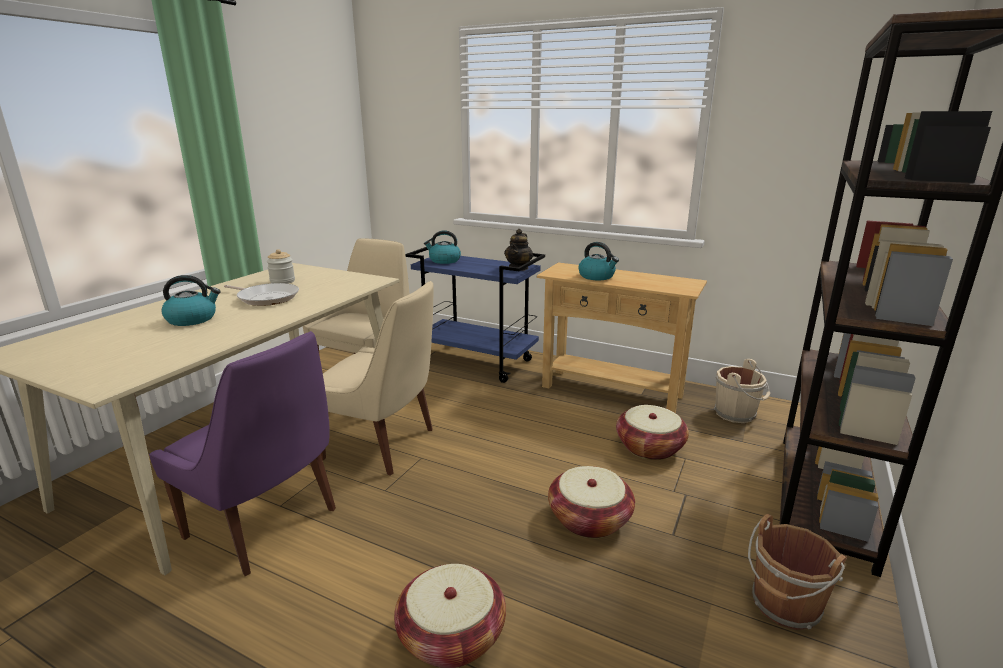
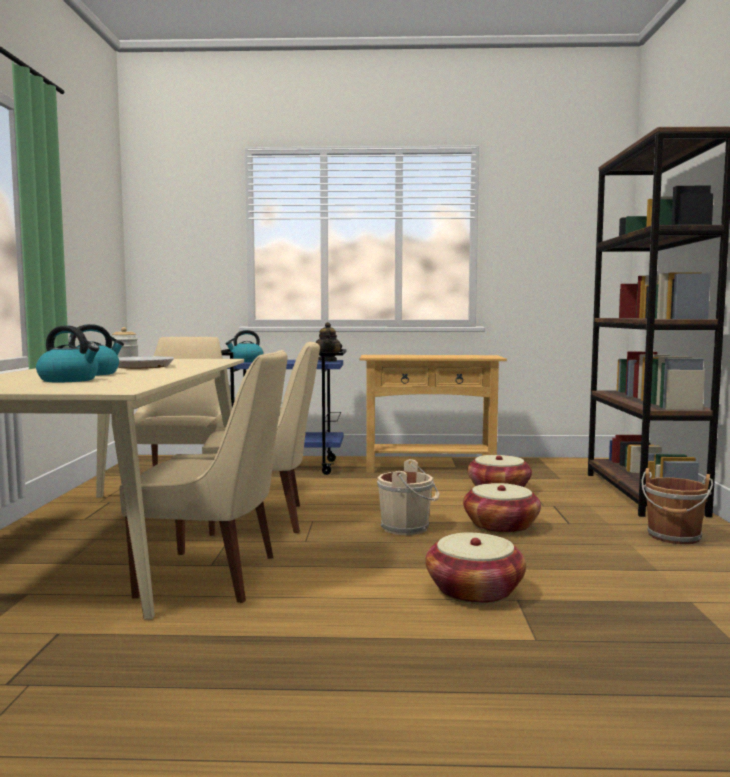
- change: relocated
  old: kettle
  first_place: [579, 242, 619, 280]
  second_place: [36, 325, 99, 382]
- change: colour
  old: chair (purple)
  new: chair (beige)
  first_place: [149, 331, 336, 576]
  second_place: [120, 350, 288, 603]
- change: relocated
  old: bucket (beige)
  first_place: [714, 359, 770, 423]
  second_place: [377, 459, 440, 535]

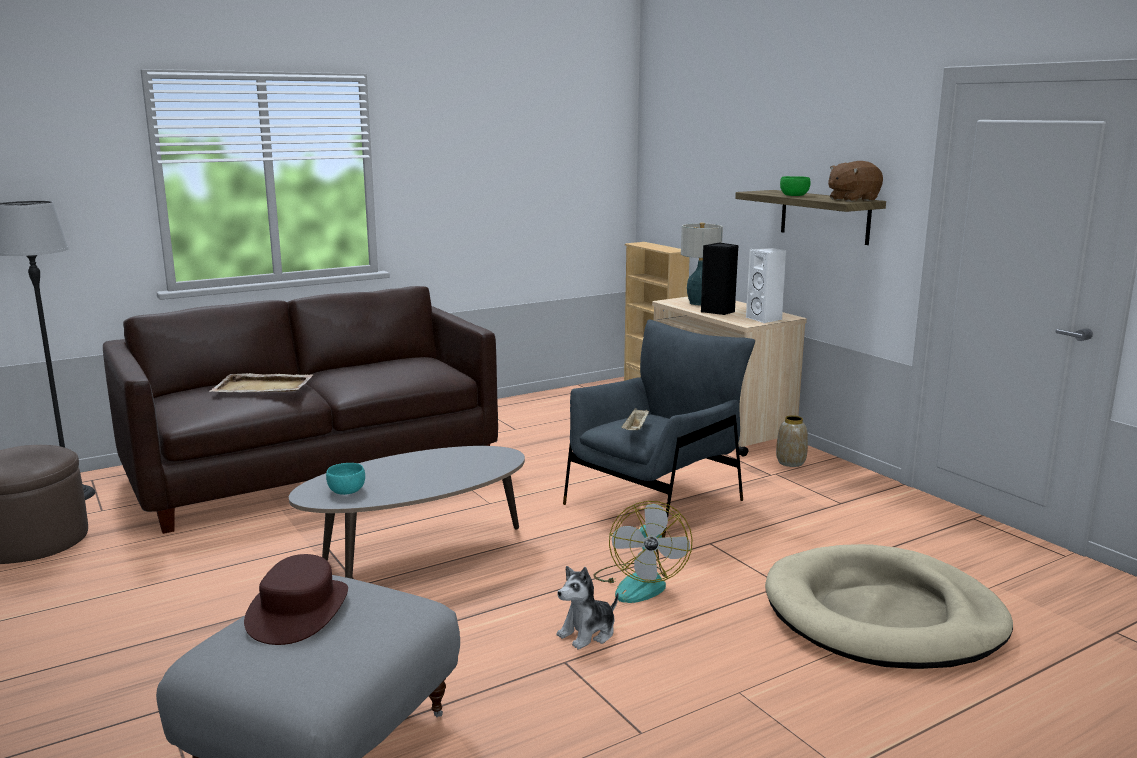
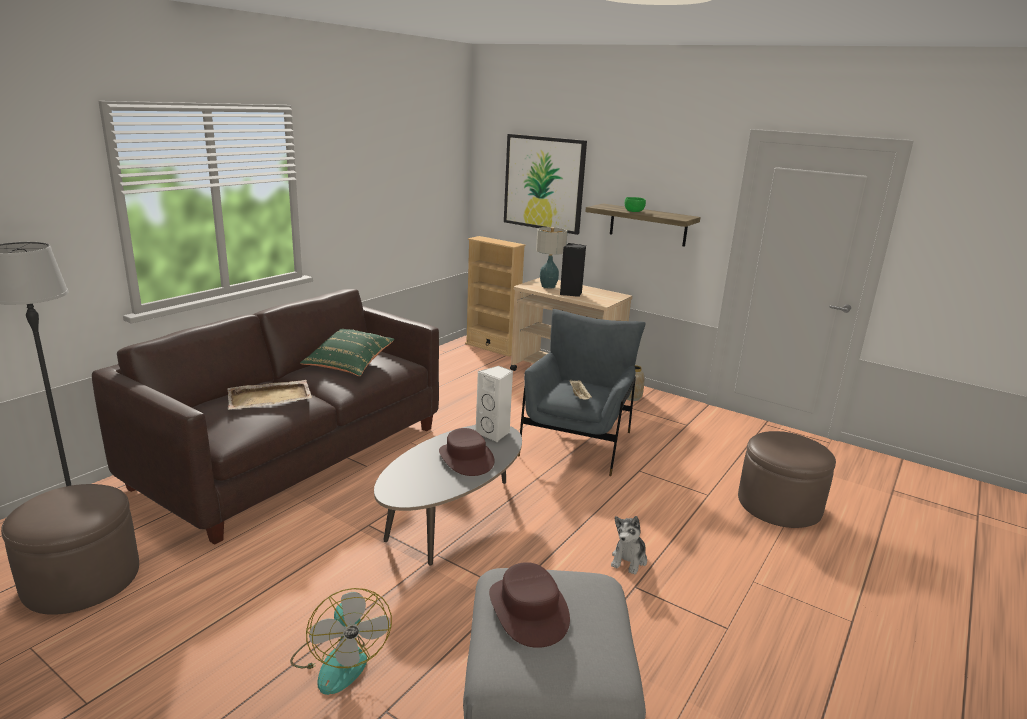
- change: relocated
  old: fan
  first_place: [594, 501, 693, 603]
  second_place: [290, 588, 392, 695]
- change: appeared
  new: pillow (green)
  second_place: [300, 329, 394, 376]
- change: appeared
  new: hat (brown)
  second_place: [439, 428, 495, 476]
- change: relocated
  old: speaker (white)
  first_place: [746, 248, 787, 323]
  second_place: [476, 366, 513, 442]
- change: appeared
  new: picture
  second_place: [504, 134, 587, 235]
- change: exchanged
  old: dog bed (beige)
  new: ottoman (brown)
  first_place: [765, 544, 1013, 669]
  second_place: [738, 431, 836, 528]
- change: missing
  old: bowl (turquoise)
  first_place: [326, 463, 365, 495]
- change: missing
  old: plush toy (brown)
  first_place: [828, 161, 883, 202]

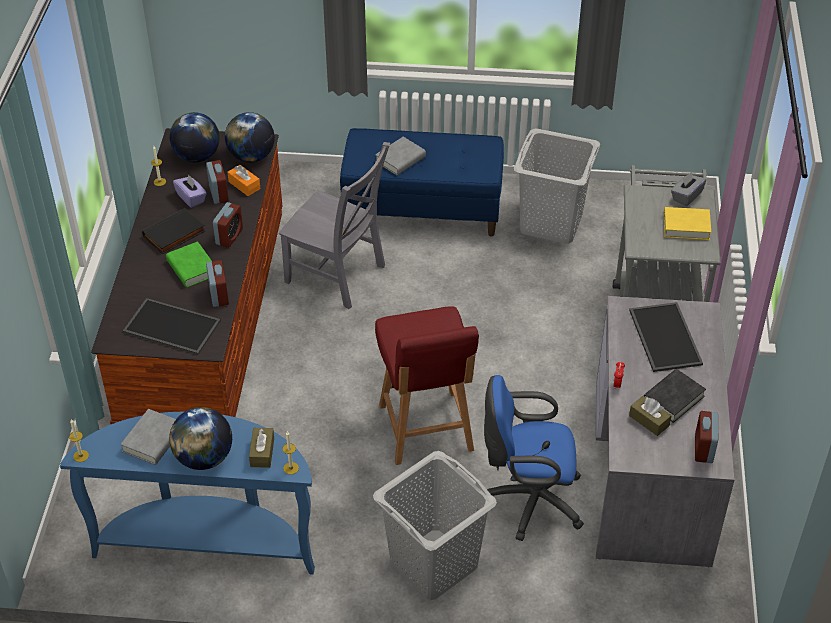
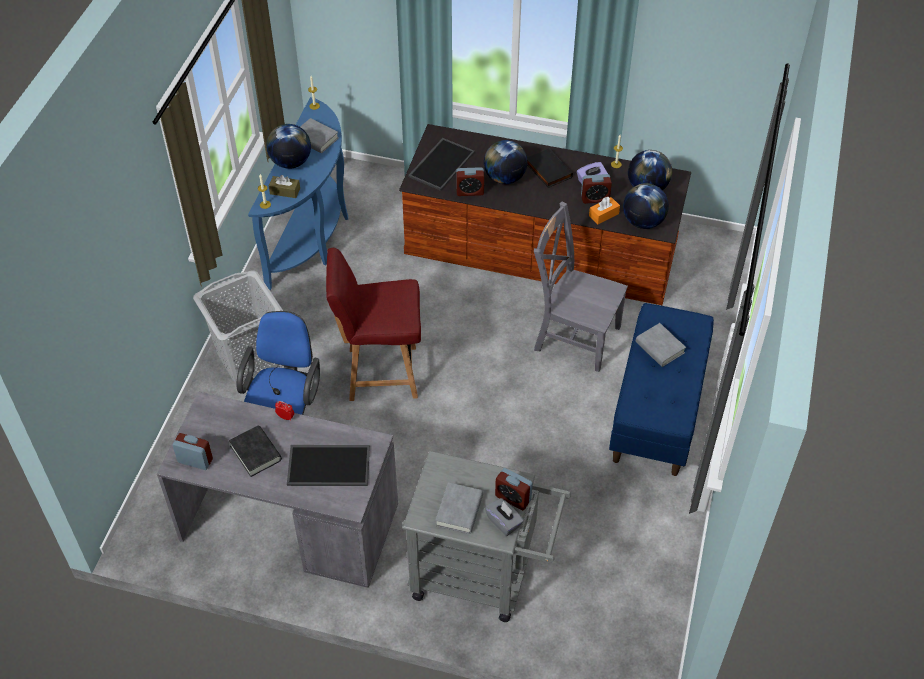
- change: colour
  old: book (yellow)
  new: book (grey)
  first_place: [664, 207, 711, 240]
  second_place: [435, 482, 483, 534]
- change: exchanged
  old: book (green)
  new: globe
  first_place: [166, 241, 212, 287]
  second_place: [484, 140, 527, 184]
- change: relocated
  old: alarm clock
  first_place: [213, 202, 243, 248]
  second_place: [495, 468, 533, 510]
- change: spun
  old: chair (grey)
  first_place: [279, 142, 390, 309]
  second_place: [534, 201, 628, 372]
  degrees: 75
- change: missing
  old: laundry basket (grey)
  first_place: [514, 128, 600, 244]
- change: missing
  old: tissue box (brown)
  first_place: [629, 396, 672, 436]

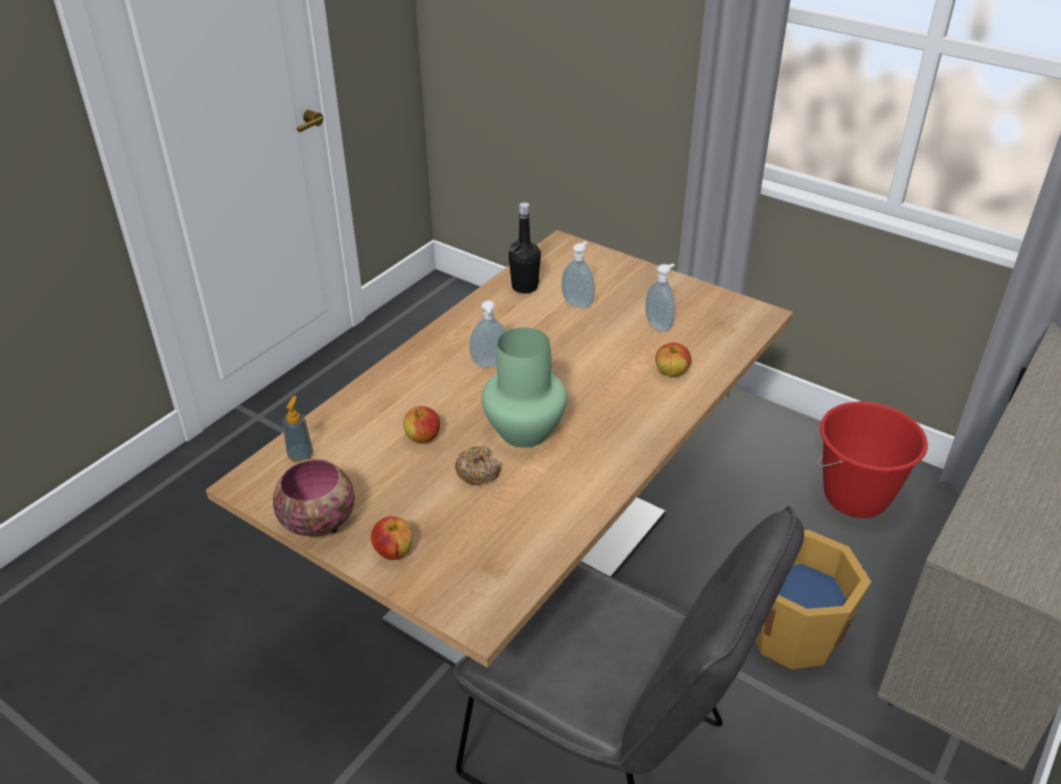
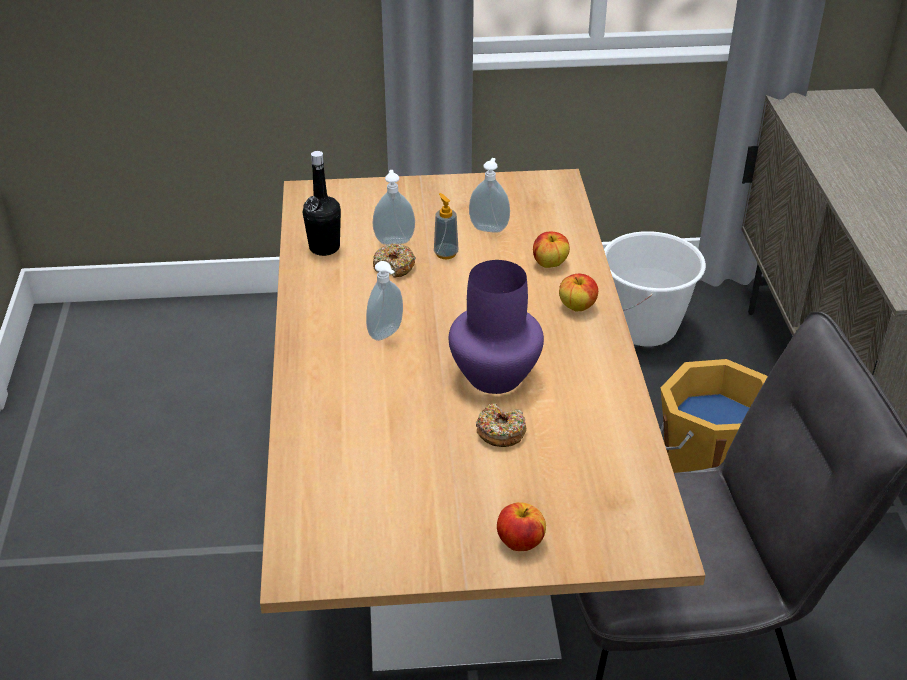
- change: appeared
  new: donut
  second_place: [373, 243, 416, 278]
- change: relocated
  old: soap dispenser
  first_place: [282, 396, 313, 463]
  second_place: [434, 193, 458, 259]
- change: colour
  old: vase (green)
  new: vase (purple)
  first_place: [482, 327, 567, 448]
  second_place: [449, 260, 544, 394]
- change: relocated
  old: apple
  first_place: [403, 406, 440, 443]
  second_place: [559, 274, 598, 312]
- change: colour
  old: bucket (red)
  new: bucket (white)
  first_place: [817, 402, 928, 518]
  second_place: [604, 231, 706, 347]
- change: missing
  old: bowl
  first_place: [273, 459, 355, 537]

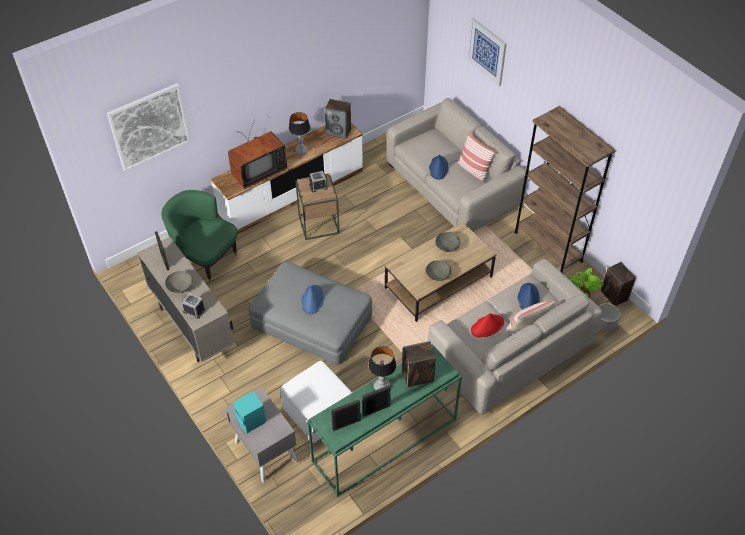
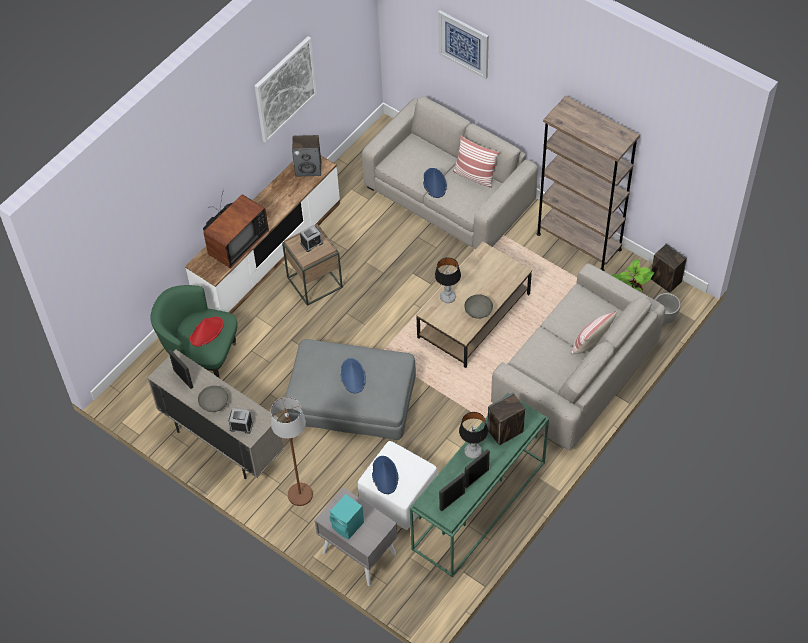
- change: relocated
  old: hat (red)
  first_place: [471, 313, 504, 338]
  second_place: [190, 317, 224, 347]
- change: relocated
  old: picture
  first_place: [107, 83, 191, 171]
  second_place: [255, 36, 317, 143]
- change: appeared
  new: floor lamp (brown)
  second_place: [271, 397, 313, 506]
- change: relocated
  old: hat (blue)
  first_place: [518, 283, 540, 310]
  second_place: [372, 456, 398, 494]
- change: relocated
  old: table lamp
  first_place: [289, 112, 310, 155]
  second_place: [435, 257, 461, 303]
- change: missing
  old: bowl (grey)
  first_place: [436, 232, 460, 252]

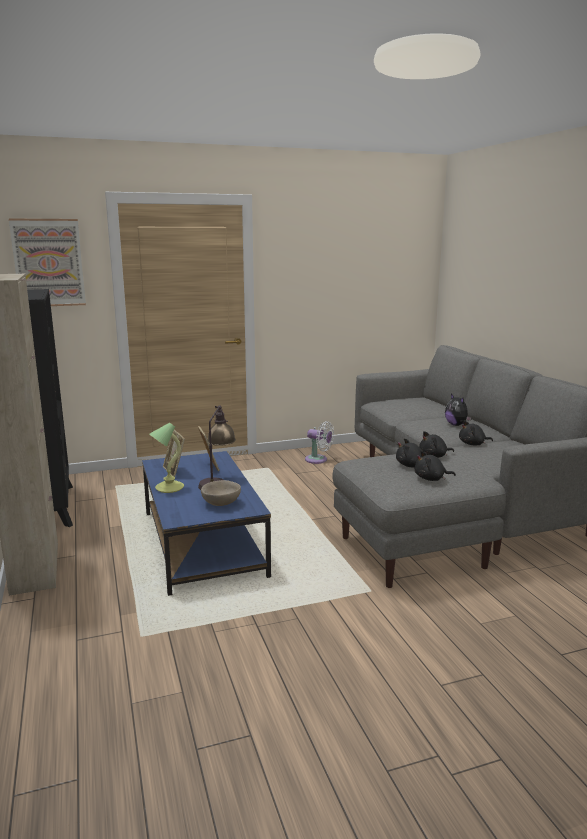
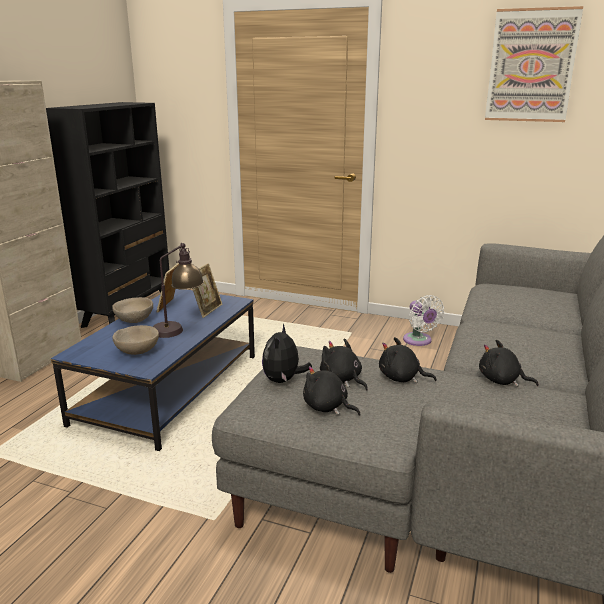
- change: exchanged
  old: table lamp
  new: bowl (beige)
  first_place: [149, 423, 184, 493]
  second_place: [112, 297, 153, 323]
- change: relocated
  old: plush toy
  first_place: [445, 394, 472, 426]
  second_place: [262, 324, 312, 383]
- change: relocated
  old: picture
  first_place: [9, 219, 86, 306]
  second_place: [485, 6, 583, 122]

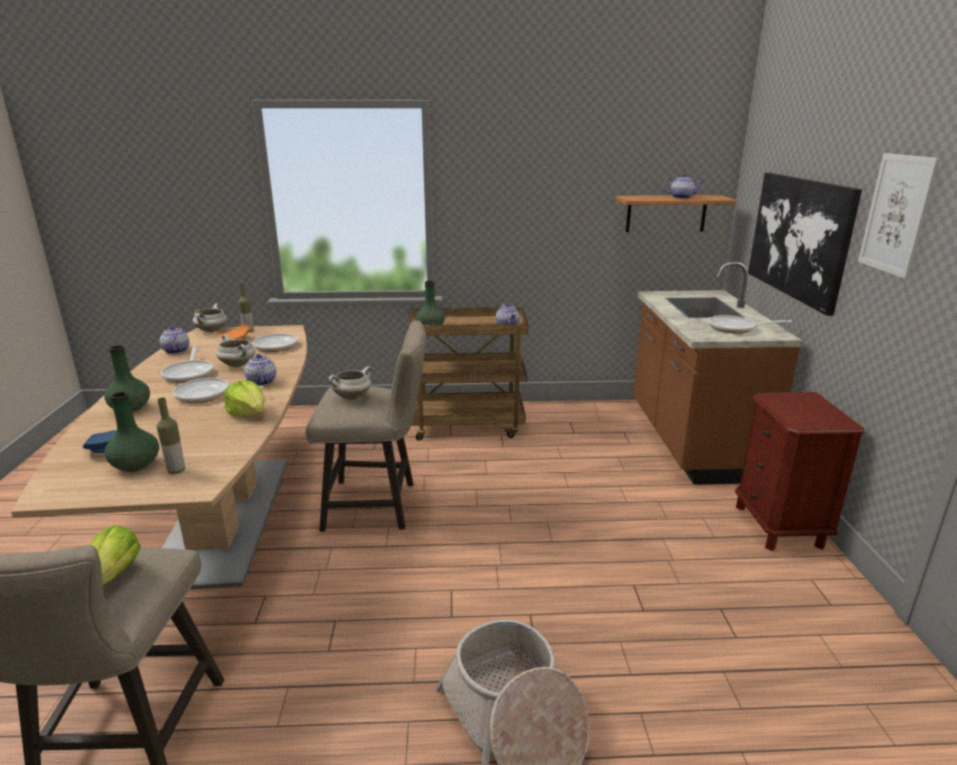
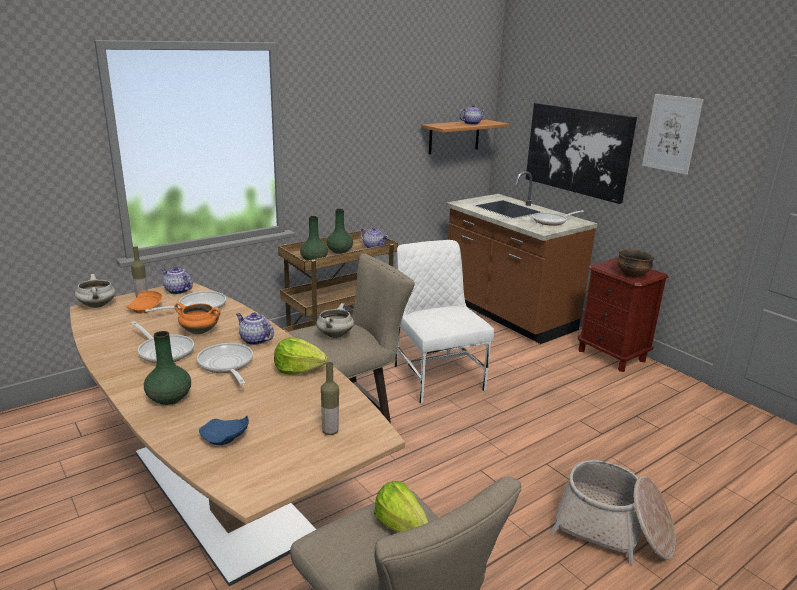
- change: relocated
  old: teapot
  first_place: [160, 326, 189, 354]
  second_place: [161, 267, 193, 295]
- change: colour
  old: cooking pot (white)
  new: cooking pot (orange)
  first_place: [216, 335, 255, 367]
  second_place: [174, 302, 221, 334]
- change: spun
  old: frying pan
  first_place: [173, 378, 264, 403]
  second_place: [197, 343, 253, 385]
  degrees: 90
- change: relocated
  old: vase (green)
  first_place: [104, 392, 159, 472]
  second_place: [326, 209, 353, 254]
- change: appeared
  new: chair (white)
  second_place: [394, 240, 494, 404]
- change: appeared
  new: bowl
  second_place: [617, 249, 654, 278]

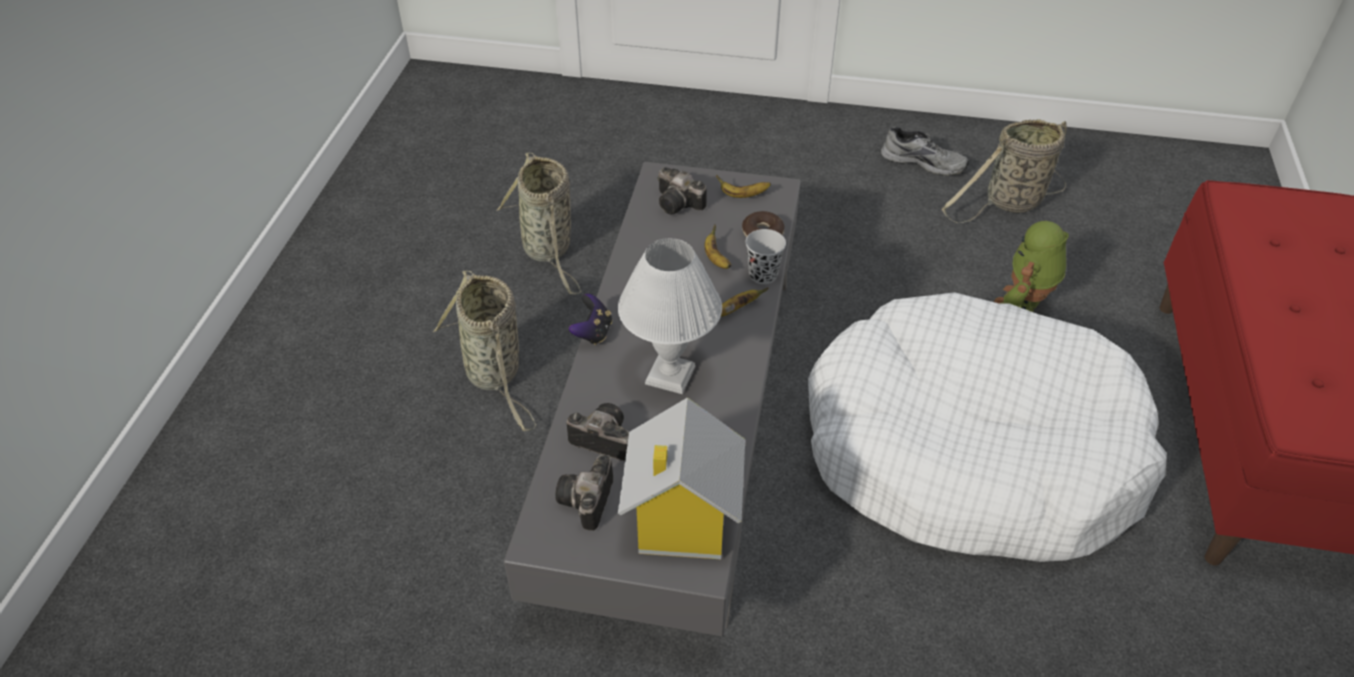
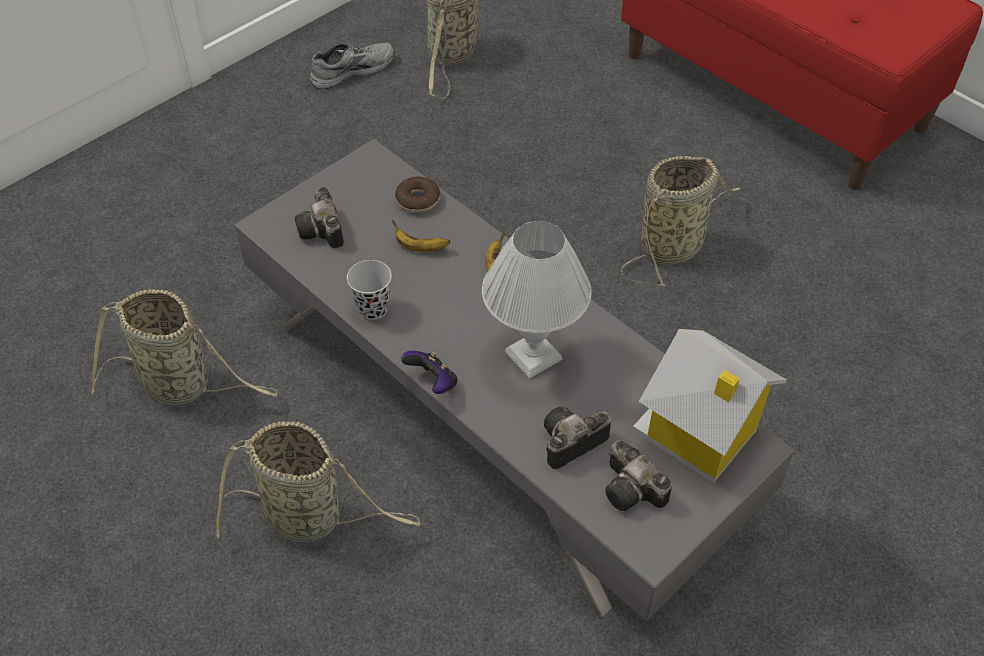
- change: spun
  old: photo camera
  first_place: [657, 167, 707, 214]
  second_place: [295, 187, 344, 249]
  degrees: 90
- change: relocated
  old: cup (black)
  first_place: [746, 229, 786, 284]
  second_place: [347, 260, 392, 320]
- change: exchanged
  old: dog bed (white)
  new: basket
  first_place: [808, 292, 1167, 562]
  second_place: [621, 156, 741, 286]
- change: missing
  old: banana
  first_place: [716, 175, 771, 198]
- change: missing
  old: toy robot
  first_place: [994, 221, 1069, 312]

